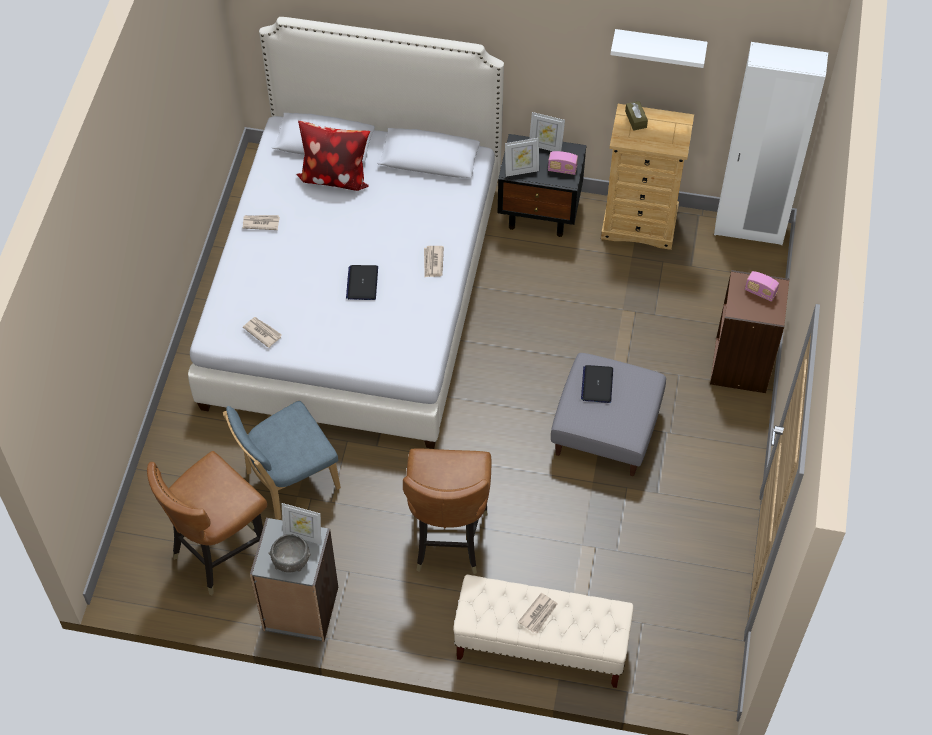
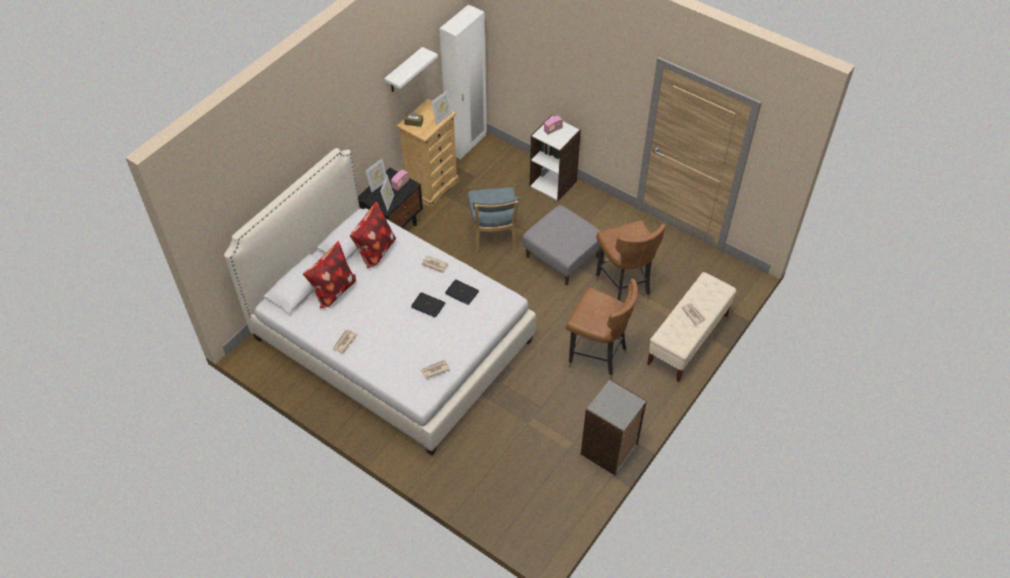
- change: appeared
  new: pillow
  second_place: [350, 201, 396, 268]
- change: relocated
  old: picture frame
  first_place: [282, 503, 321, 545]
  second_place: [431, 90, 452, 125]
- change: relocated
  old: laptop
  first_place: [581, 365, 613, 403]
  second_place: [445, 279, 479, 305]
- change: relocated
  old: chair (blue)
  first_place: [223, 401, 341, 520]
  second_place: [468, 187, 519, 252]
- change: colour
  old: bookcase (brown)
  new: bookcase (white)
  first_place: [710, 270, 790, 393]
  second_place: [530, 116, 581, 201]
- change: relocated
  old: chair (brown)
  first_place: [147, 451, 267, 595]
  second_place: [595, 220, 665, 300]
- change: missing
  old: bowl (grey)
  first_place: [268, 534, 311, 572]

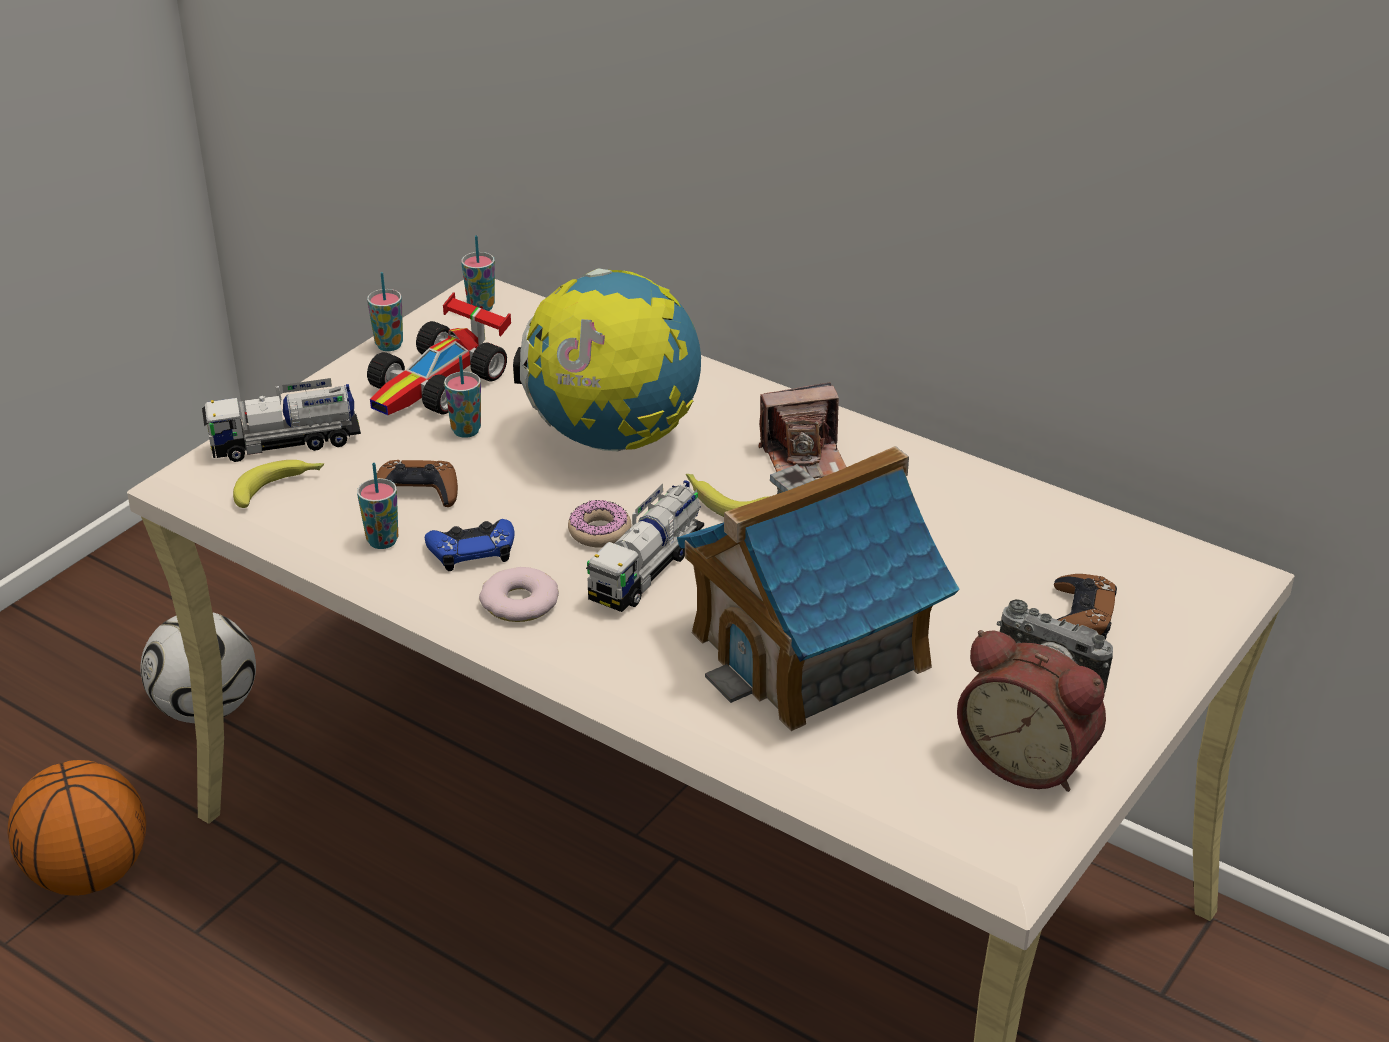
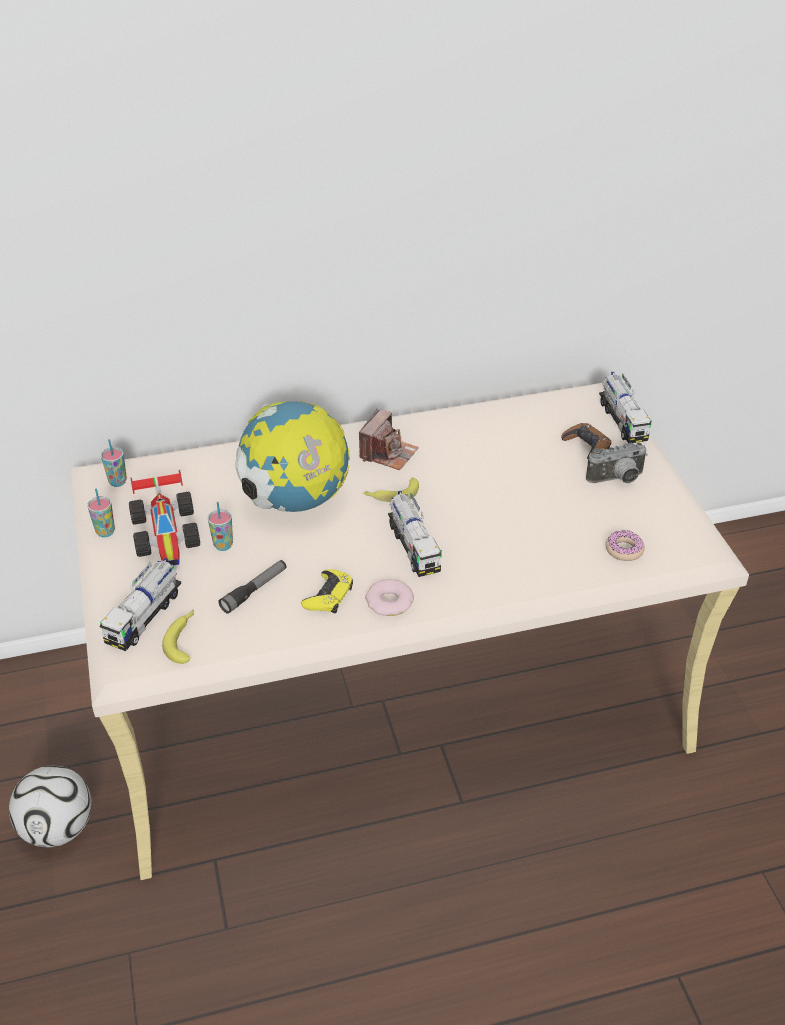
- change: exchanged
  old: game controller (brown)
  new: flashlight
  first_place: [377, 460, 458, 507]
  second_place: [218, 560, 287, 614]
- change: colour
  old: game controller (blue)
  new: game controller (yellow)
  first_place: [425, 519, 514, 571]
  second_place: [301, 569, 353, 613]
- change: appeared
  new: toy truck
  second_place: [599, 372, 652, 443]
- change: relocated
  old: donut
  first_place: [568, 500, 631, 547]
  second_place: [605, 530, 645, 561]
- change: missing
  old: basketball
  first_place: [7, 760, 146, 895]
- change: missing
  old: cup
  first_place: [357, 463, 398, 549]
- change: missing
  old: toy house
  first_place: [677, 446, 960, 731]
- change: missing
  old: alarm clock
  first_place: [957, 630, 1106, 792]

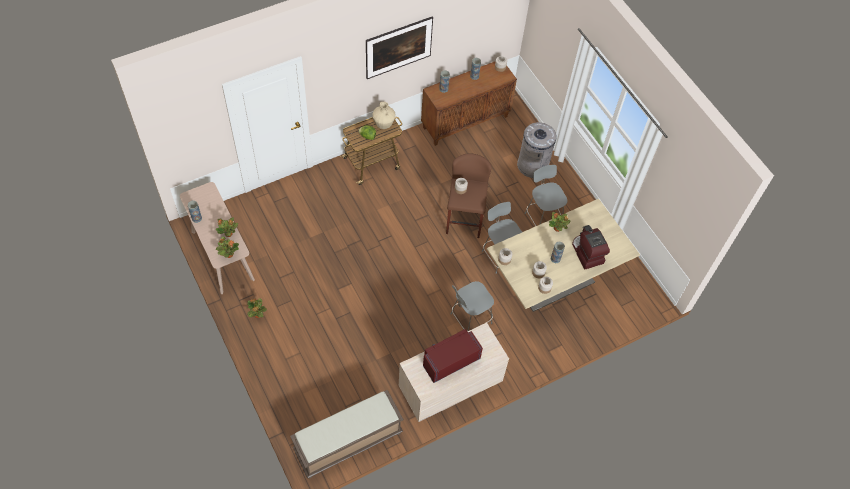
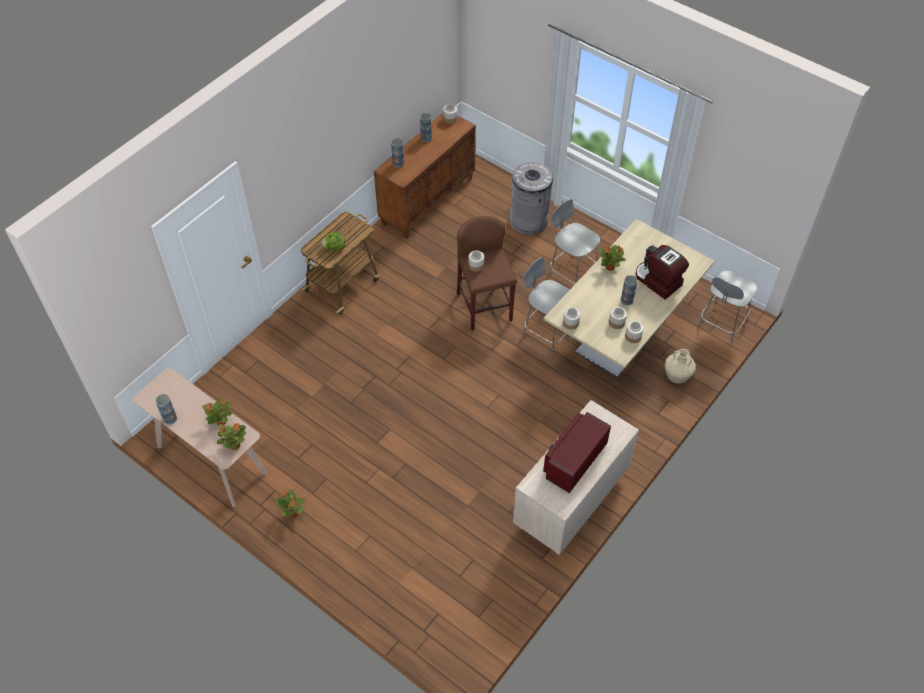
- change: relocated
  old: vase (beige)
  first_place: [372, 102, 396, 129]
  second_place: [665, 349, 696, 384]
- change: relocated
  old: chair (grey)
  first_place: [451, 281, 494, 331]
  second_place: [698, 271, 757, 343]
- change: missing
  old: bench (brown)
  first_place: [290, 390, 404, 479]
- change: missing
  old: picture
  first_place: [366, 17, 433, 79]

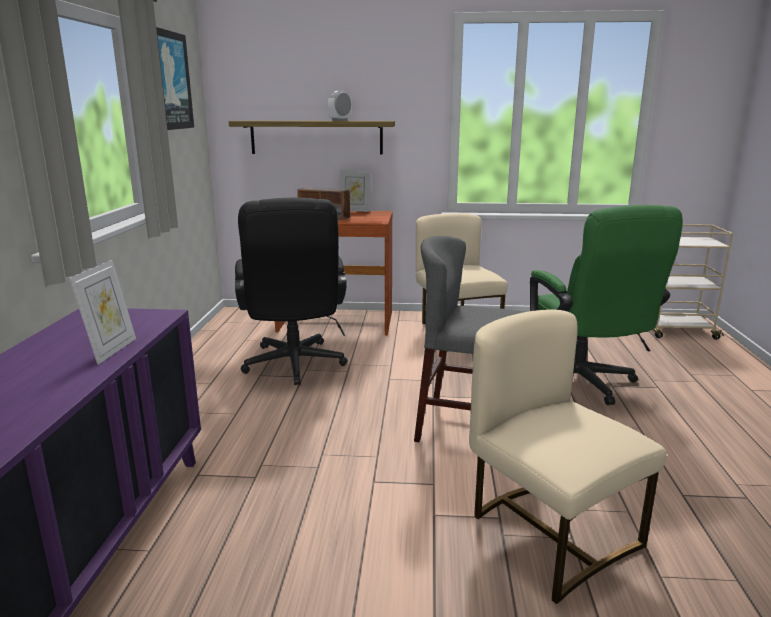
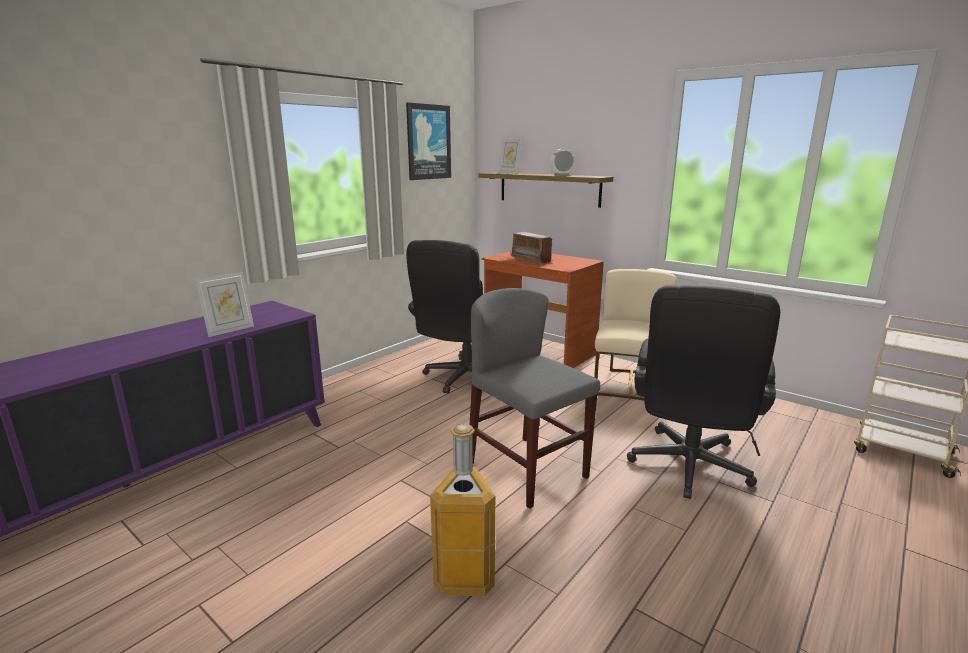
- change: exchanged
  old: chair (beige)
  new: trash can
  first_place: [469, 309, 666, 604]
  second_place: [430, 424, 495, 596]
- change: relocated
  old: picture frame
  first_place: [339, 170, 371, 212]
  second_place: [498, 136, 523, 174]
- change: colour
  old: office chair (green)
  new: office chair (black)
  first_place: [530, 205, 683, 405]
  second_place: [627, 285, 780, 499]

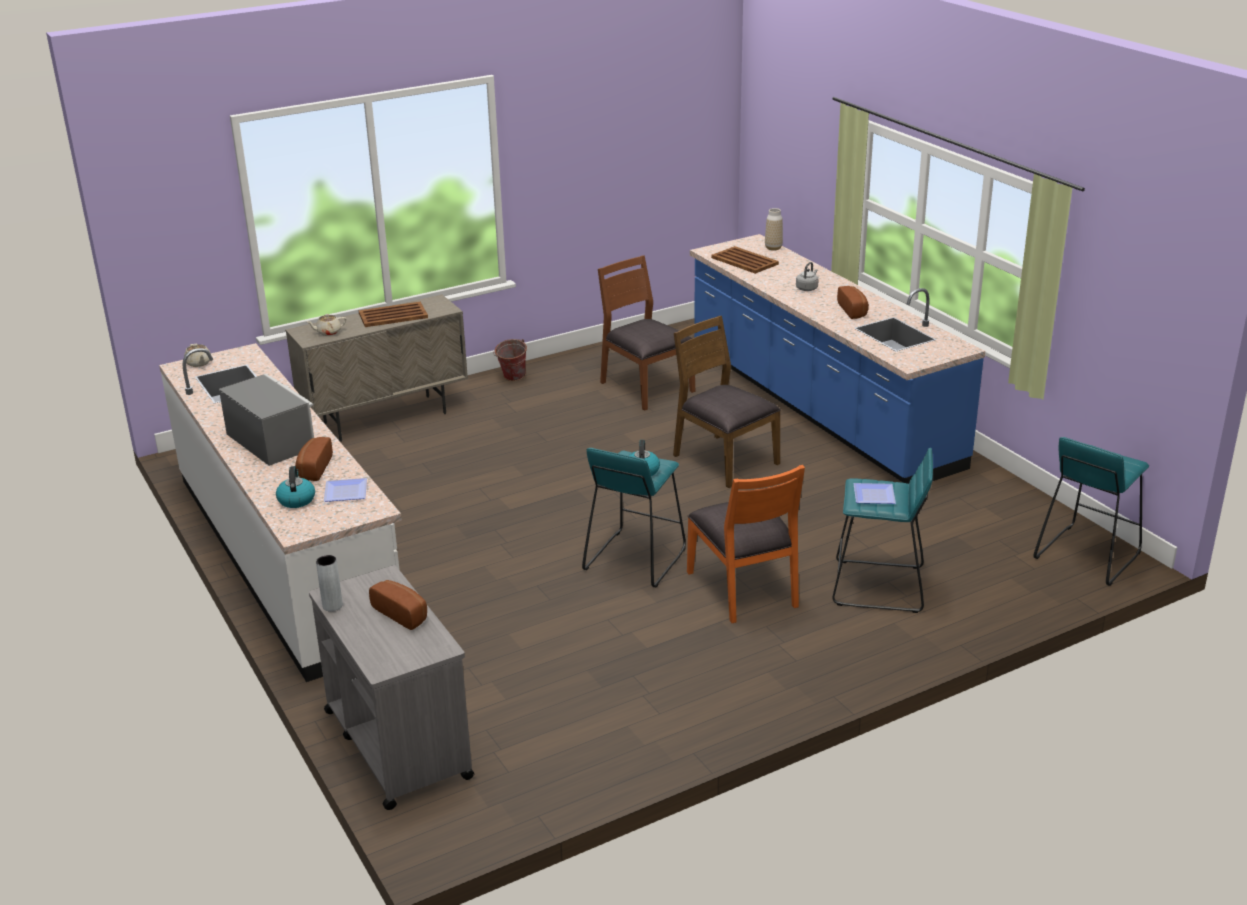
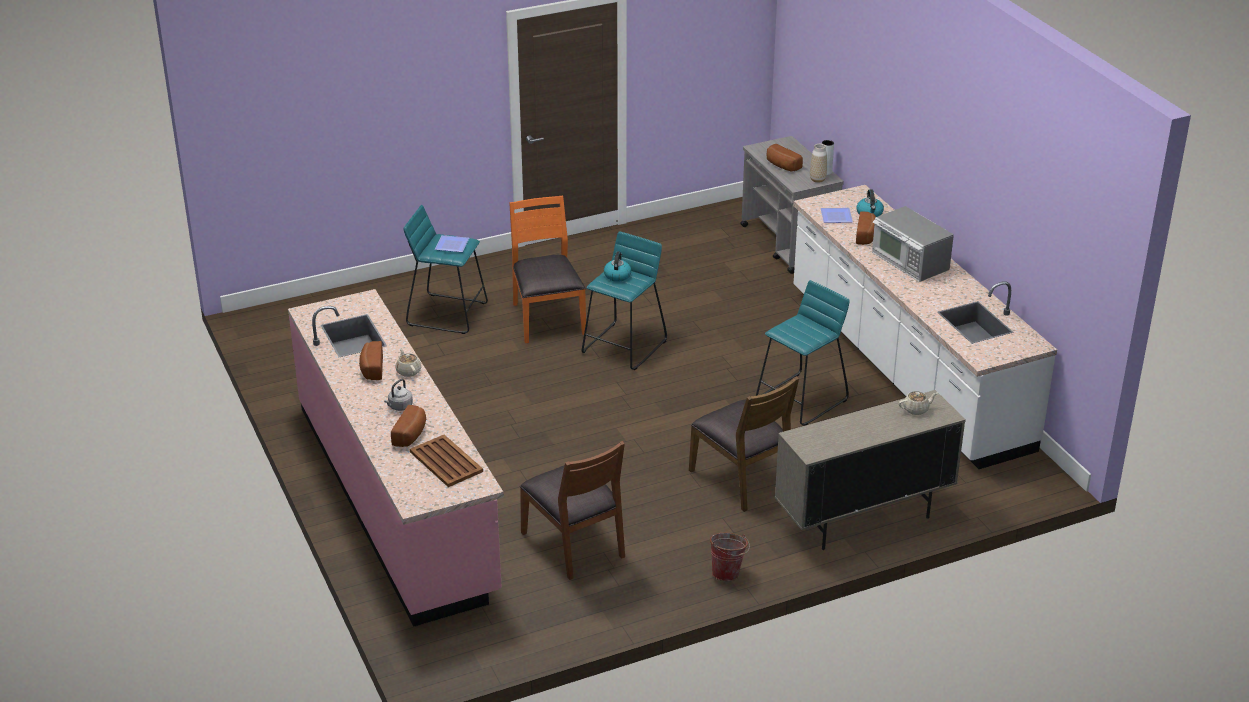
- change: colour
  old: counter (blue)
  new: counter (pink)
  first_place: [690, 234, 986, 484]
  second_place: [288, 289, 504, 627]
- change: appeared
  new: bread
  second_place: [391, 405, 426, 447]
- change: relocated
  old: teapot (beige)
  first_place: [184, 344, 211, 367]
  second_place: [395, 347, 421, 377]
- change: relocated
  old: chair (brown)
  first_place: [673, 316, 781, 488]
  second_place: [689, 376, 799, 512]
- change: relocated
  old: stool (turquoise)
  first_place: [1033, 437, 1149, 586]
  second_place: [756, 280, 850, 426]
- change: relocated
  old: vase
  first_place: [765, 208, 783, 251]
  second_place: [810, 144, 827, 183]
- change: missing
  old: tray (brown)
  first_place: [358, 302, 428, 327]

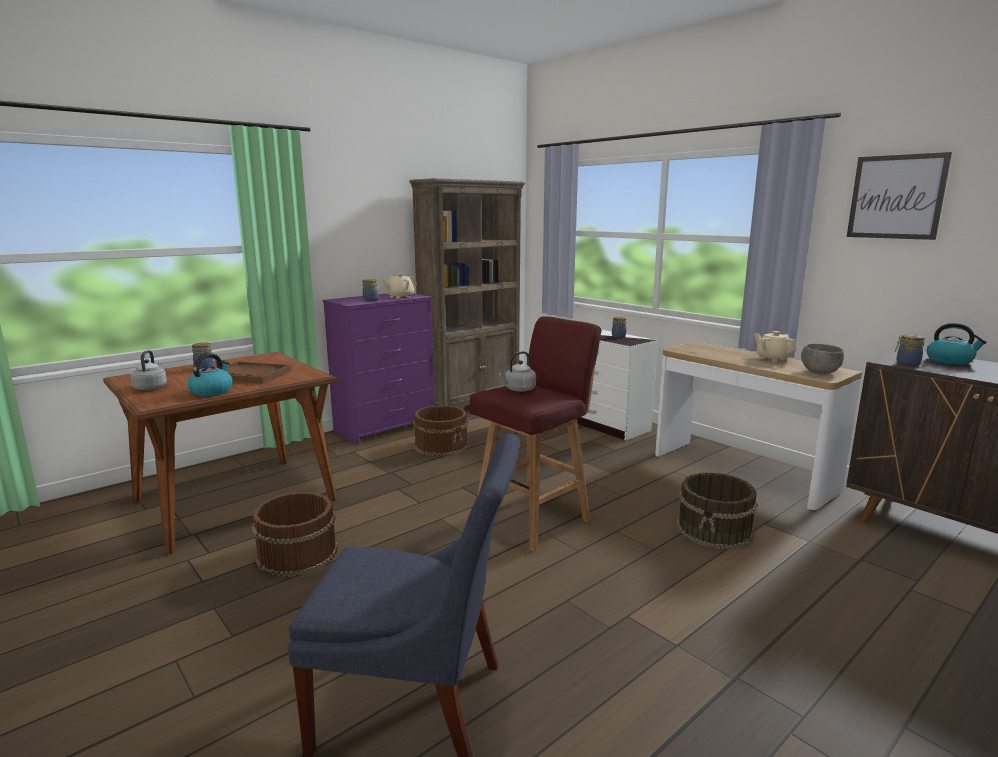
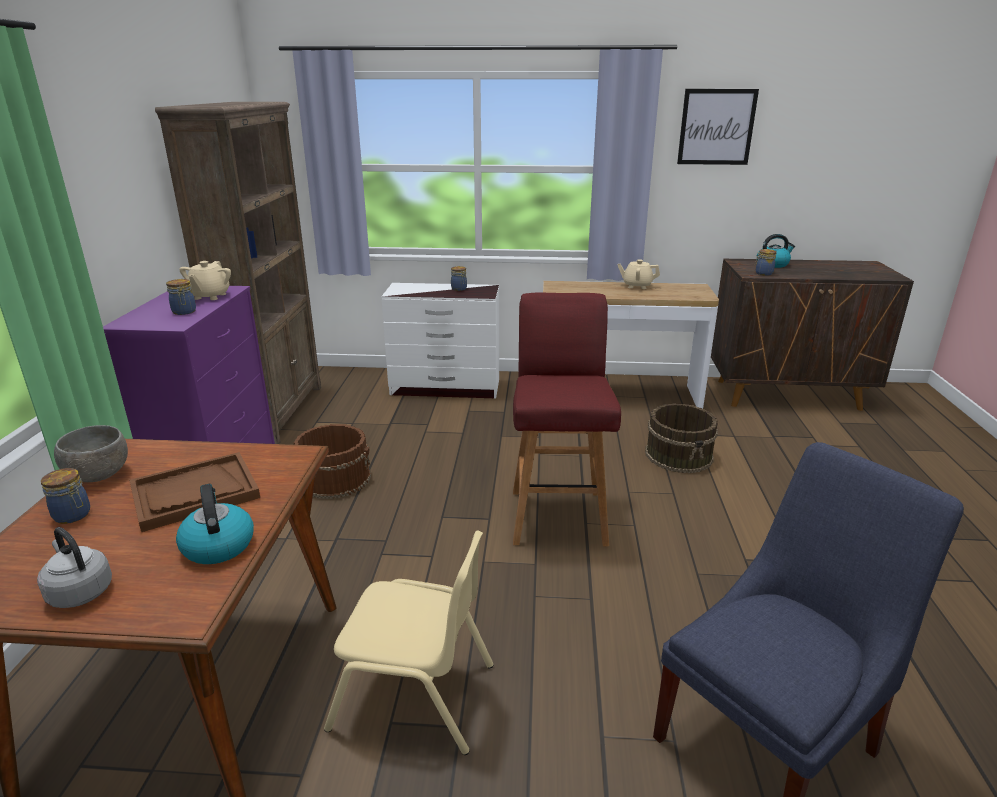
- change: relocated
  old: bowl (grey)
  first_place: [801, 344, 844, 374]
  second_place: [54, 425, 128, 482]
- change: exchanged
  old: bucket (brown)
  new: chair (beige)
  first_place: [252, 491, 338, 577]
  second_place: [324, 531, 494, 755]
- change: missing
  old: kettle (grey)
  first_place: [498, 351, 536, 392]

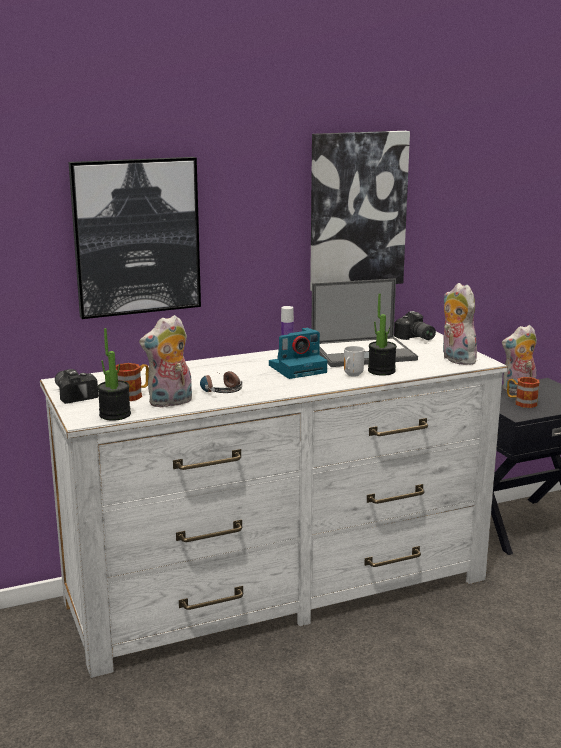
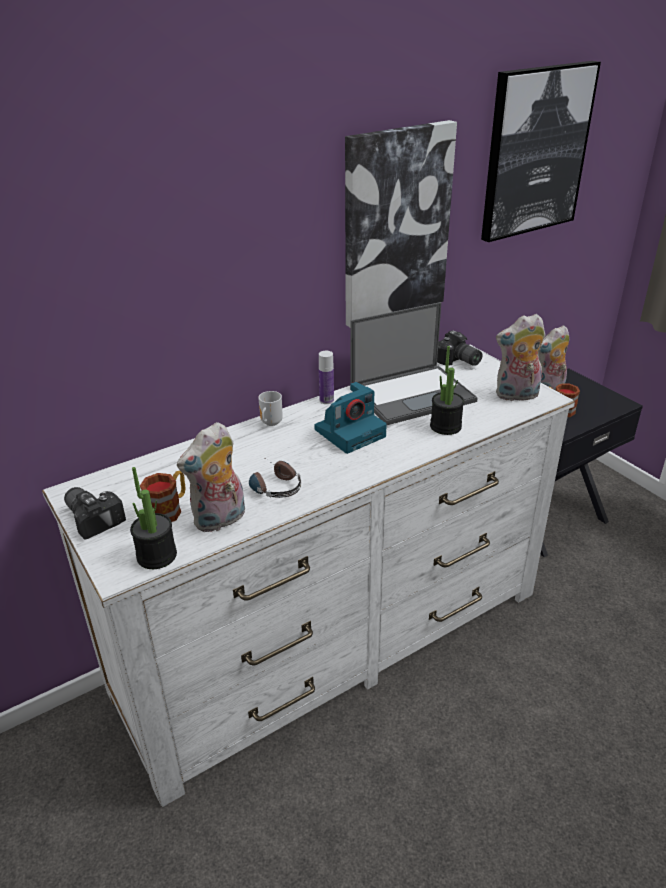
- change: relocated
  old: mug
  first_place: [344, 346, 365, 377]
  second_place: [258, 391, 283, 426]
- change: relocated
  old: picture
  first_place: [68, 157, 201, 319]
  second_place: [481, 61, 601, 242]
- change: spun
  old: plush toy
  first_place: [443, 283, 477, 365]
  second_place: [496, 314, 546, 401]
  degrees: -60

